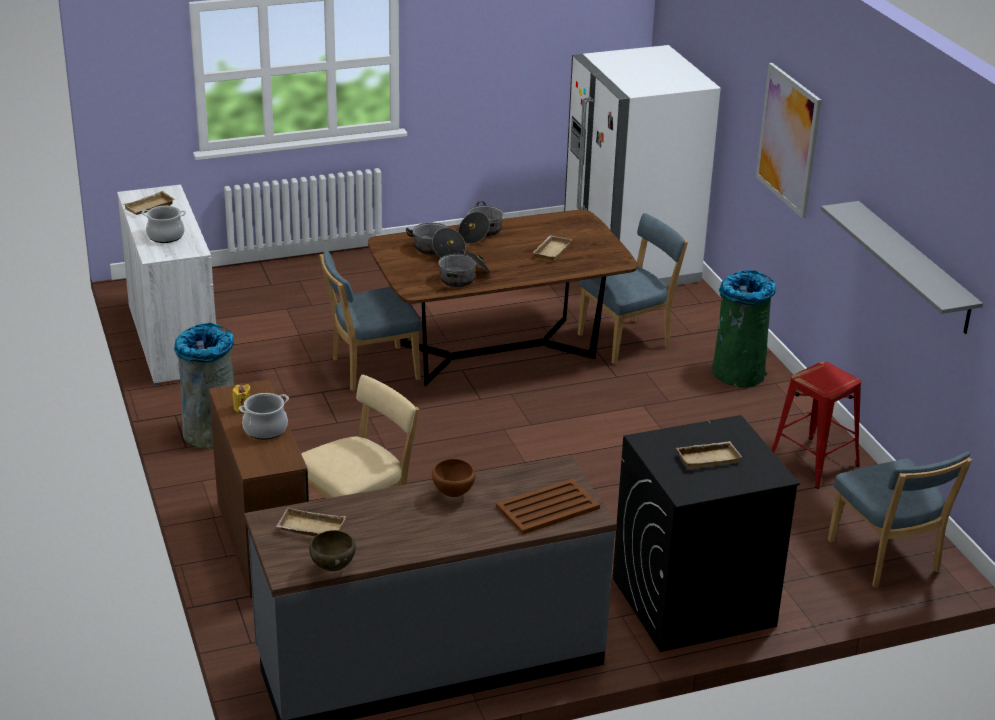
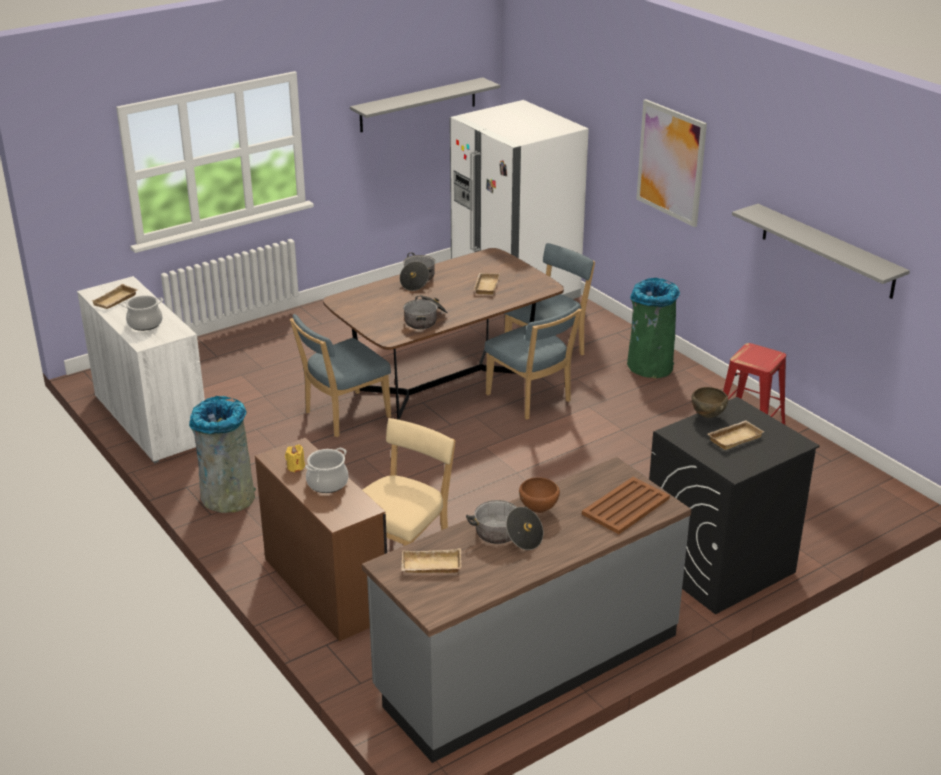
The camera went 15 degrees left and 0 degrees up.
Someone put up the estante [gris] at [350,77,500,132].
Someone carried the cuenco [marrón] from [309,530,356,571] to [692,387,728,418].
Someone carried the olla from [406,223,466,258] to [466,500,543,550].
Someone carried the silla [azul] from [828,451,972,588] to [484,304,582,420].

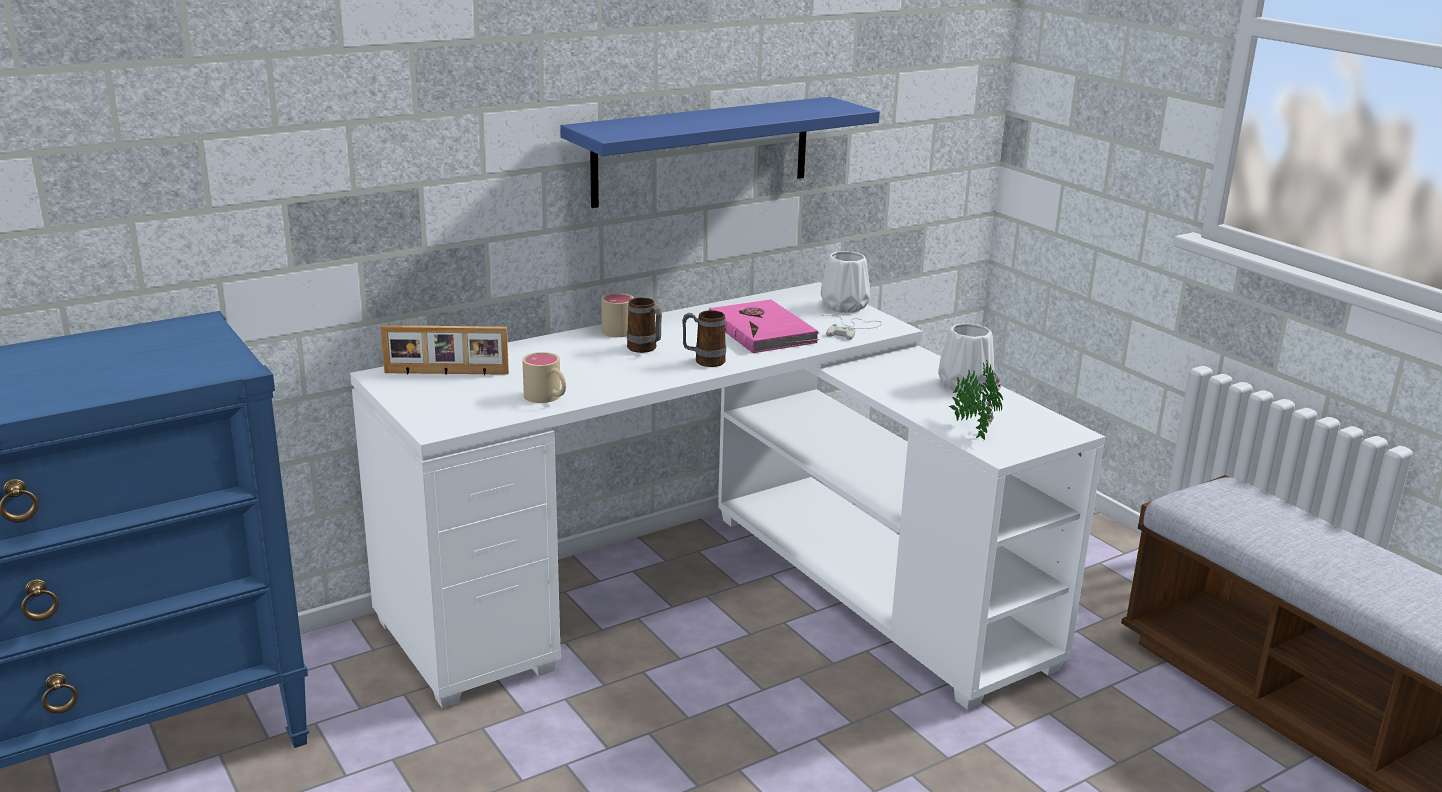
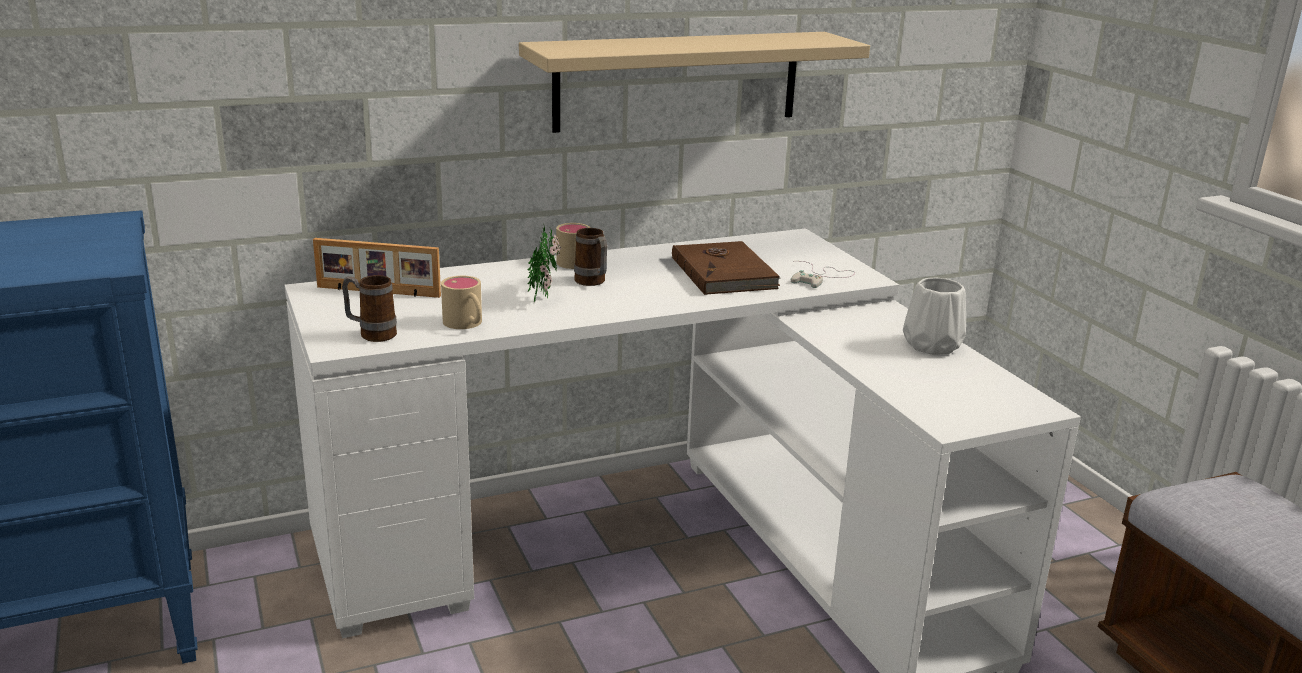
The camera went 10 degrees right and 0 degrees up.
Someone took away the florero [blanco] at [821,251,870,313].
Someone carried the taza grande from [682,310,726,367] to [342,275,397,342].
Someone carried the planta en maceta from [949,360,1003,440] to [527,226,561,303].
Someone repainted the estante [azul] at [560,97,880,208], which became the estante [beis] at [519,32,870,133].
Someone repainted the libro [rosa] at [709,299,819,354], which became the libro [marrón] at [672,241,781,295].

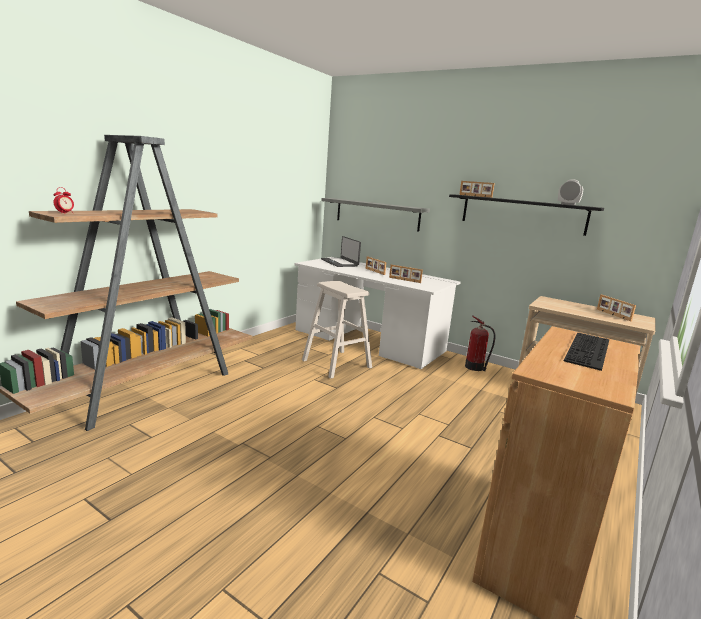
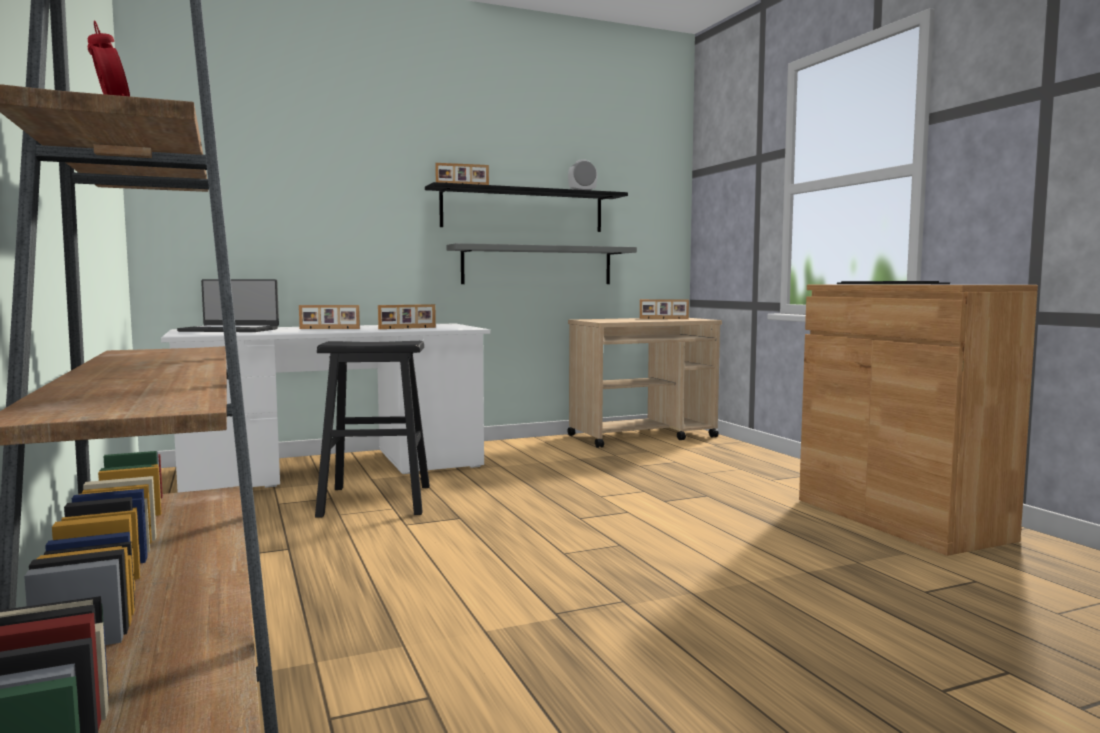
The camera went 55 degrees left and 10 degrees down.
Someone took away the extintor at [465,315,496,371].
Someone carried the estante [gris] from [321,198,430,232] to [446,243,637,284].
Someone repainted the taburete [beis] at [302,281,372,379], which became the taburete [negro] at [315,341,430,518].

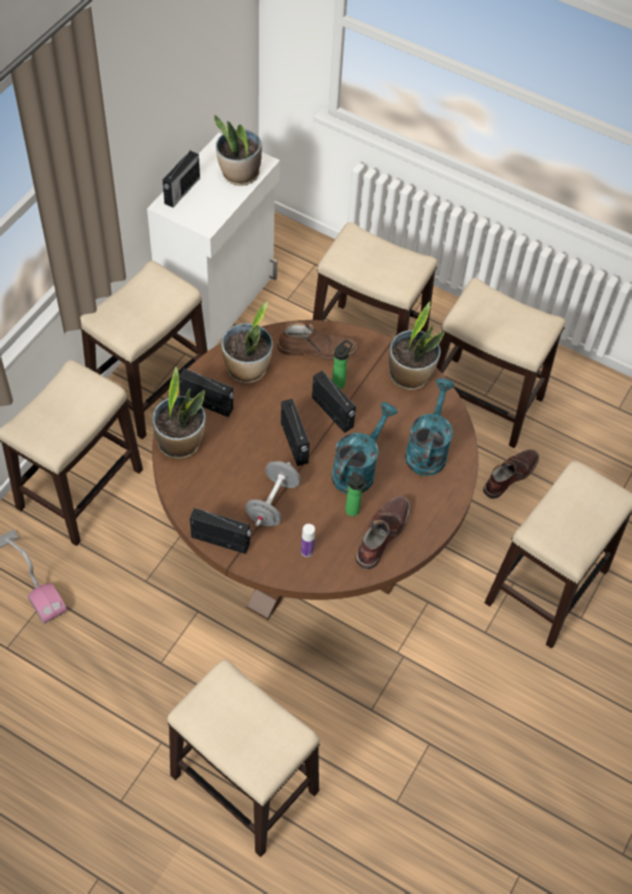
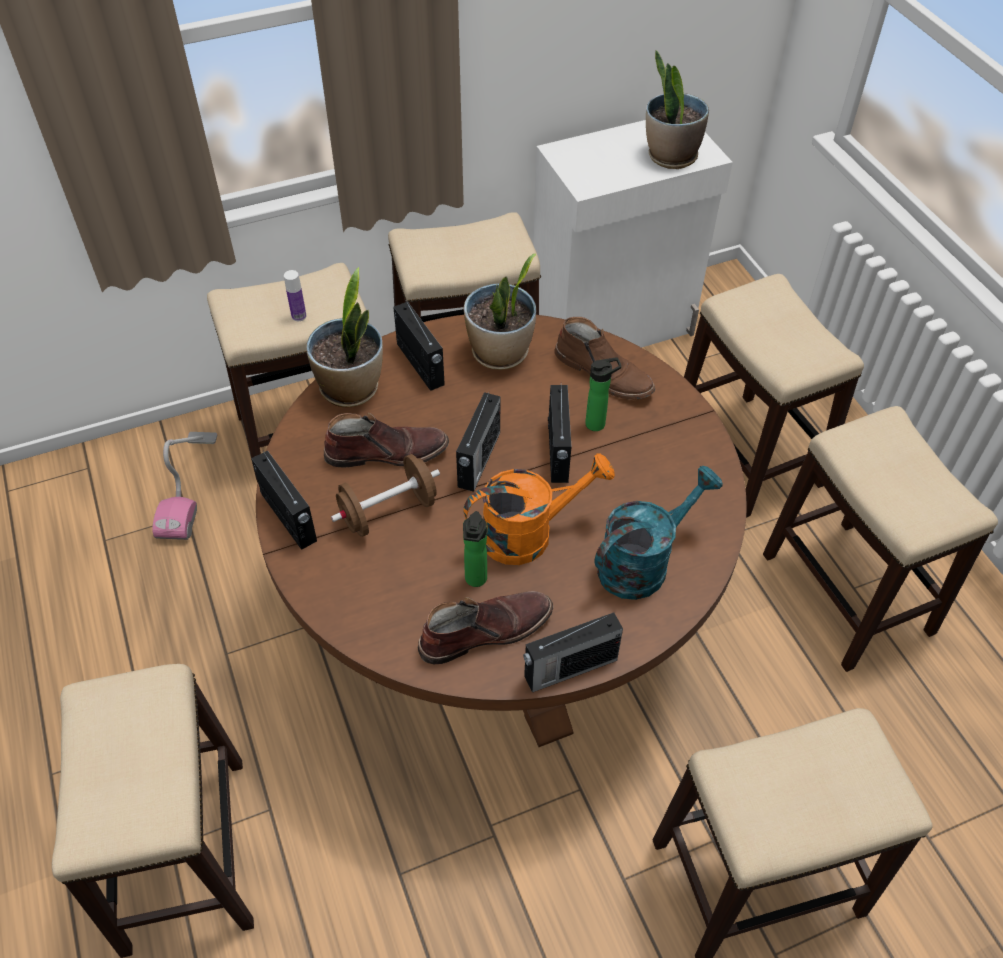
The camera went 40 degrees right and 5 degrees down.
Someone took away the planta en maceta at [389,301,444,390].
Someone carried the radio from [163,149,200,208] to [523,613,623,693].
Someone carried the botella from [301,524,315,557] to [284,270,307,321].
Someone carried the bota [marrón] from [483,449,539,499] to [324,413,449,467].
Someone repainted the mancuerna [gris] at [245,461,301,526], which became the mancuerna [marrón] at [331,454,440,537].
Someone repainted the regadera [turquesa] at [331,402,398,494], which became the regadera [naranja] at [464,453,615,565].

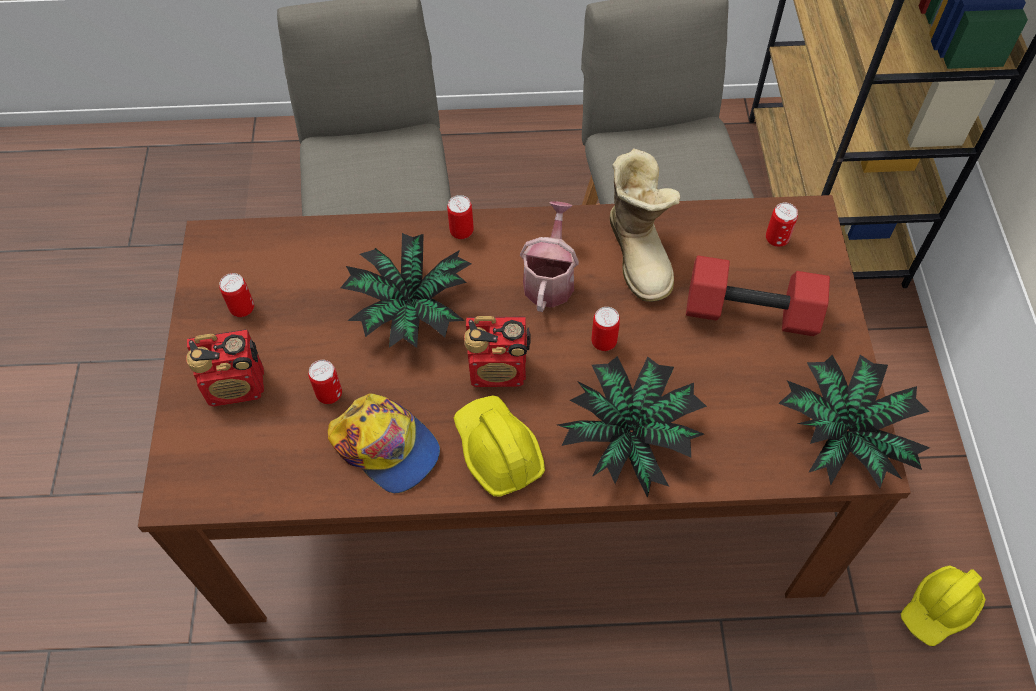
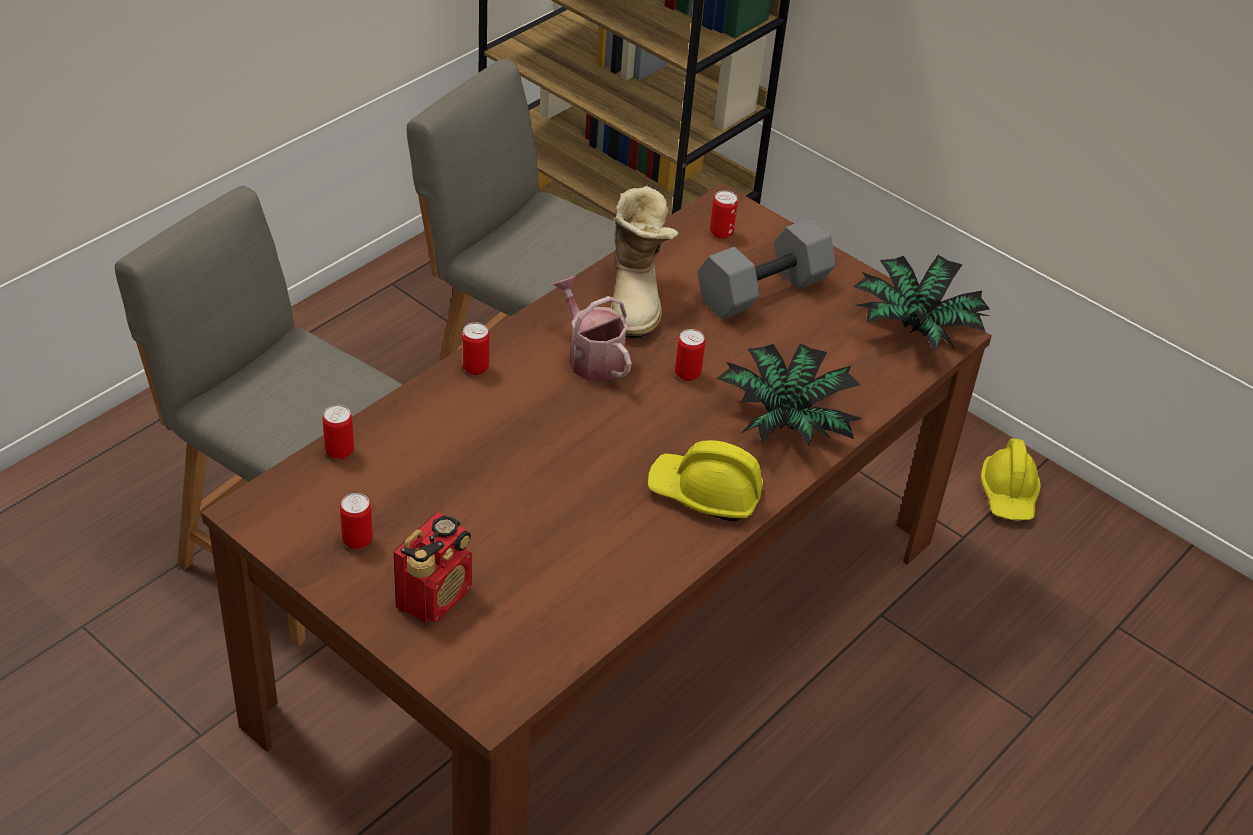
The camera went 50 degrees left and 15 degrees down.
Someone took away the gorra at [328,394,440,493].
Someone took away the planta en maceta at [341,233,472,348].
Someone took away the radio at [464,316,530,387].
Someone carried the lata from [308,360,342,404] to [323,405,354,460].
Someone repainted the mancuerna [rojo] at [686,255,830,336], which became the mancuerna [gris] at [697,218,836,320].
Someone rotated the bota at [610,149,680,302] by 60 degrees clockwise.

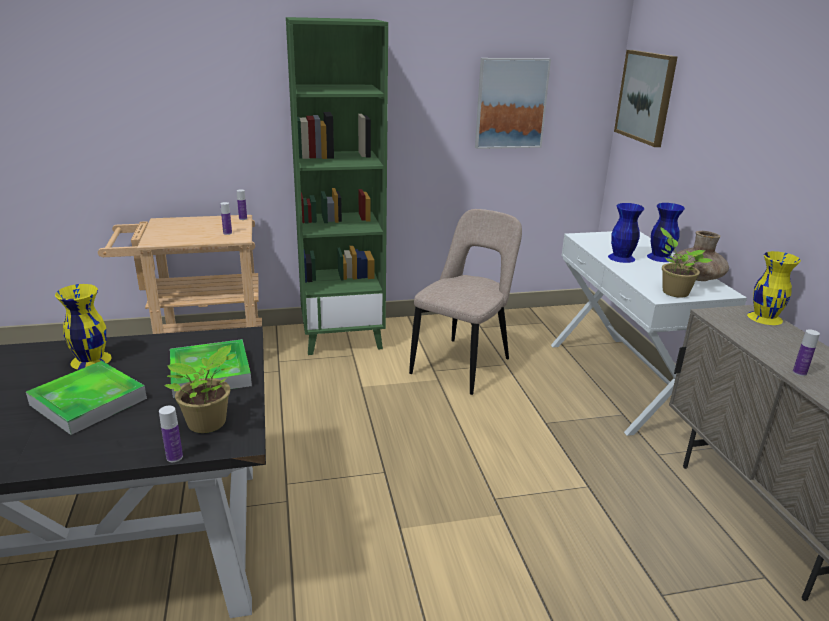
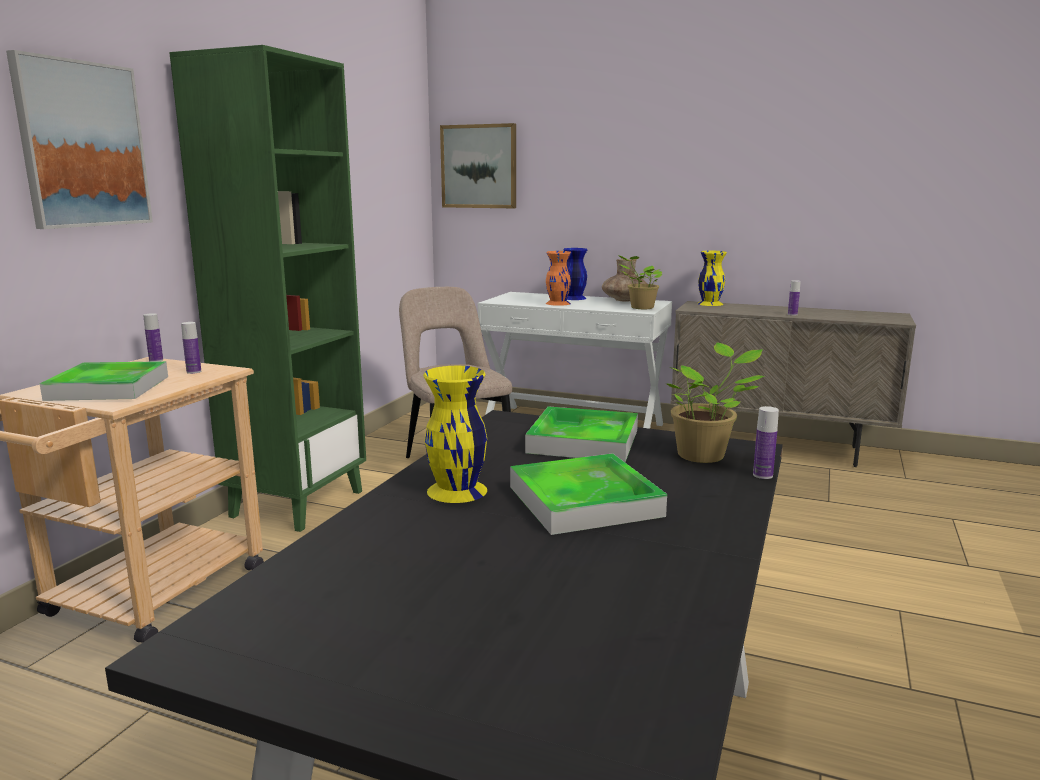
The camera went 55 degrees left and 10 degrees down.
Someone put down the bandeja at [39,361,168,401].
Someone carried the cuadro from [475,58,551,149] to [6,50,153,229].
Someone repainted the florero [azul] at [608,203,644,263], which became the florero [naranja] at [546,251,572,306].

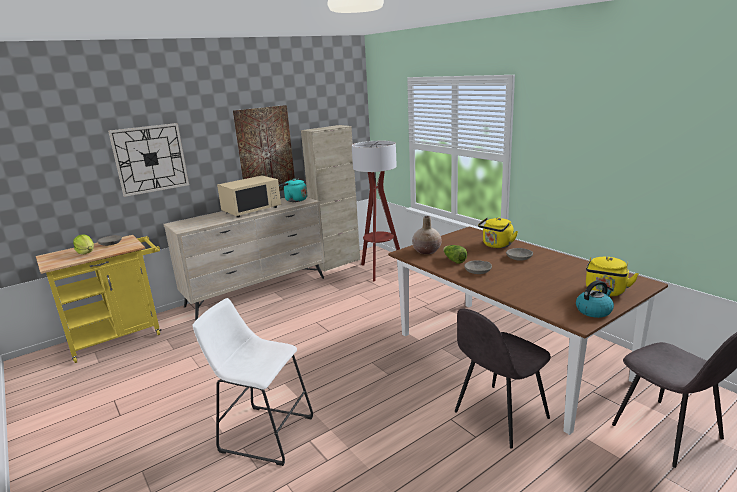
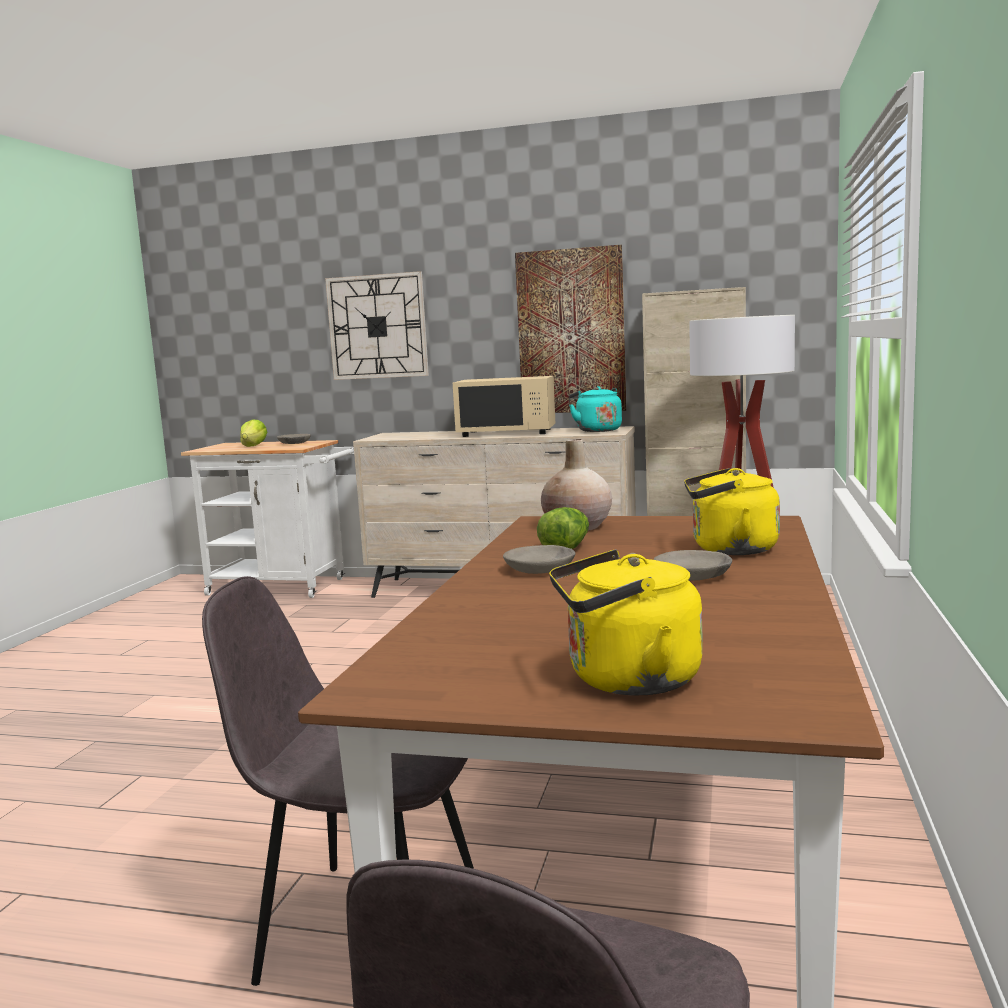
The camera went 50 degrees right and 10 degrees down.
Someone took away the taburete [blanco] at [193,298,313,466].
Someone took away the hervidor at [576,280,614,318].
Someone repainted the carrito [amarillo] at [36,235,161,363], which became the carrito [blanco] at [181,440,354,598].

